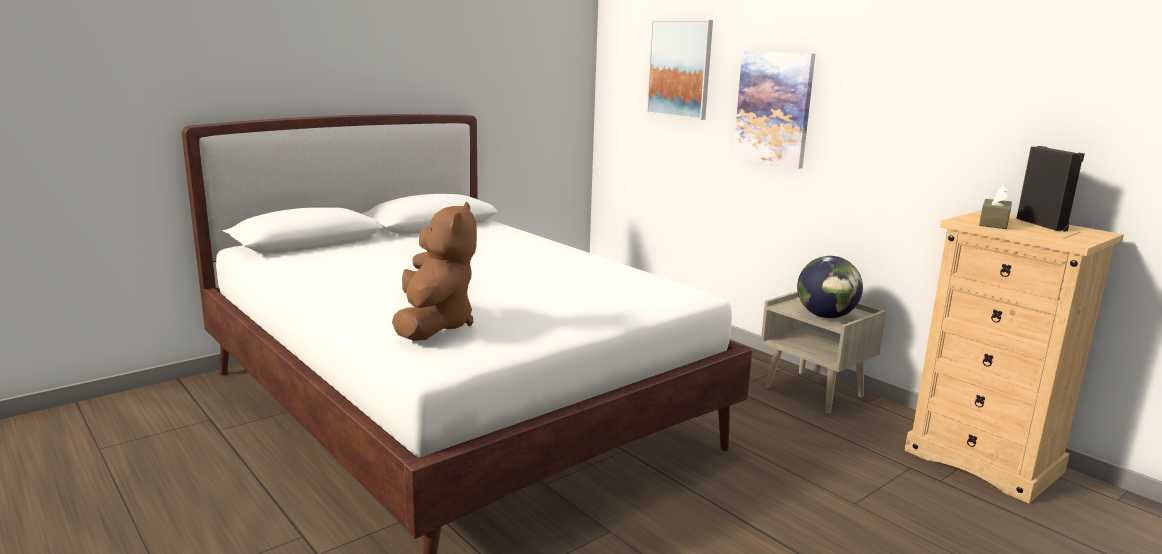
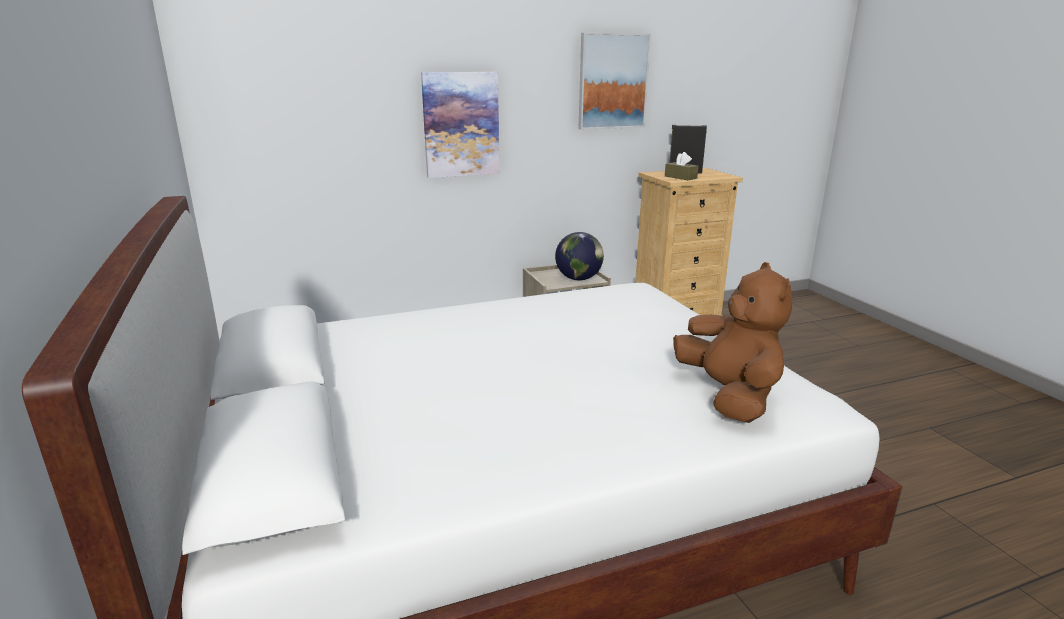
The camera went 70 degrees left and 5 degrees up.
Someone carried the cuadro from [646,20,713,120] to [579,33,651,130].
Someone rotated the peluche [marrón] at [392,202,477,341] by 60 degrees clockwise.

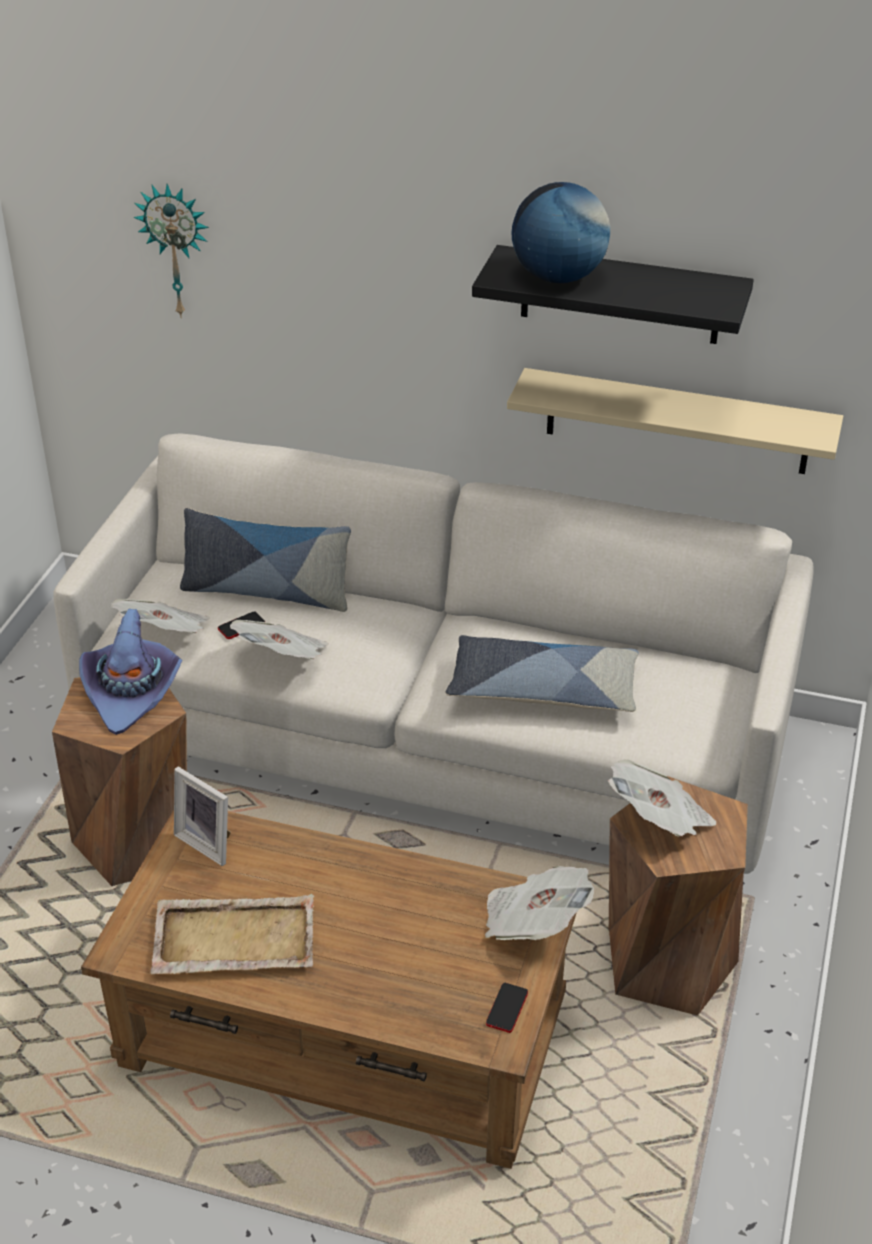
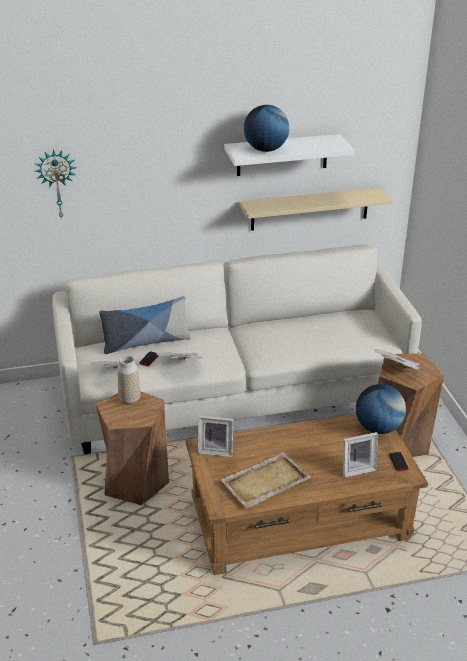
The camera went 30 degrees left and 5 degrees down.
Someone took away the cojín at [446,635,639,712].
Someone put down the portarretratos at [343,432,378,478].
Someone swapped the sombrero [morado] at [79,609,182,735] for the florero at [118,355,141,405].
Someone swapped the periódico at [485,866,594,940] for the globo terráqueo at [356,384,406,434].
Someone repainted the estante [negro] at [472,245,754,344], which became the estante [blanco] at [224,134,355,176].

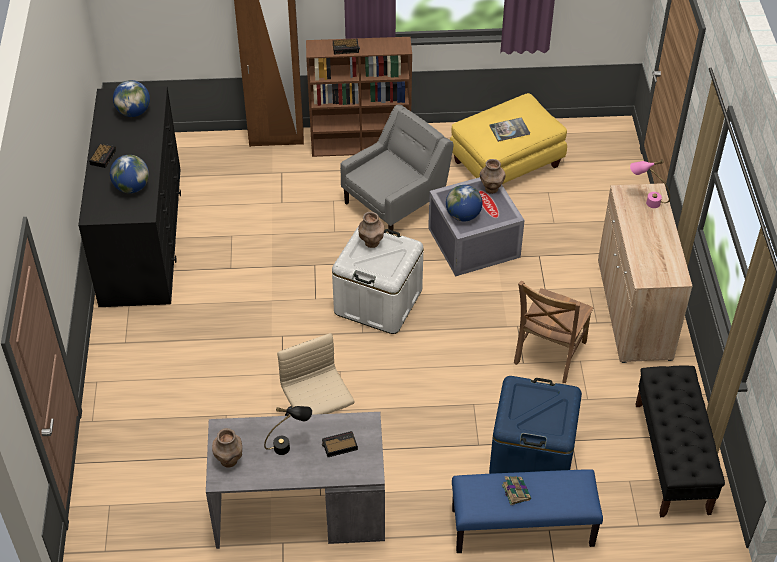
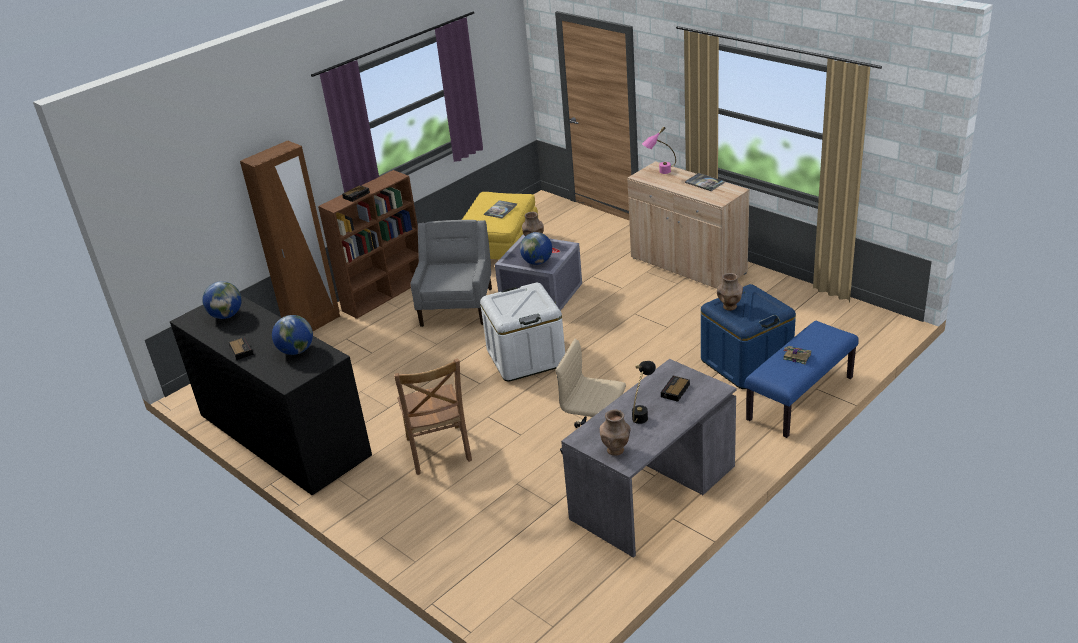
The camera went 40 degrees left and 15 degrees down.
Someone took away the banco [negro] at [635,366,725,517].
Someone put down the libro at [685,173,725,191].
Someone carried the florero [marrón] from [358,212,384,248] to [717,273,743,311].
Someone carried the silla [marrón] from [514,280,594,383] to [394,359,472,475].

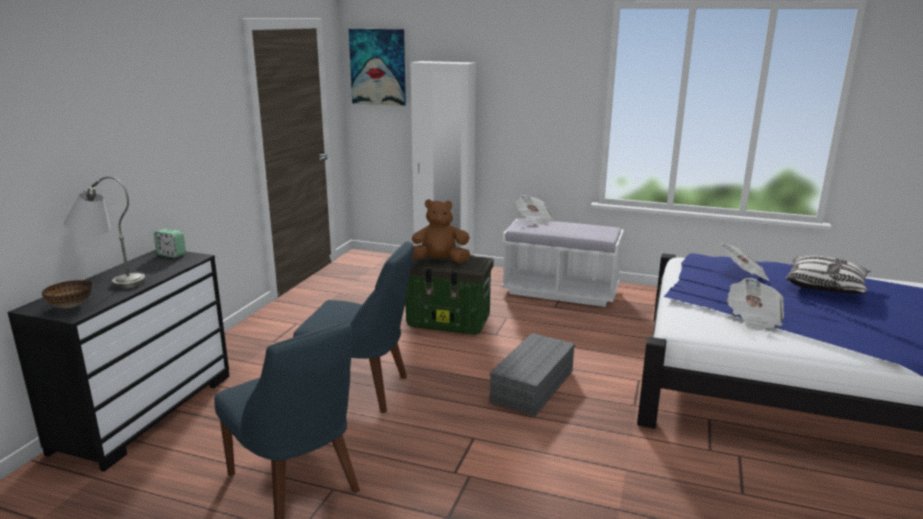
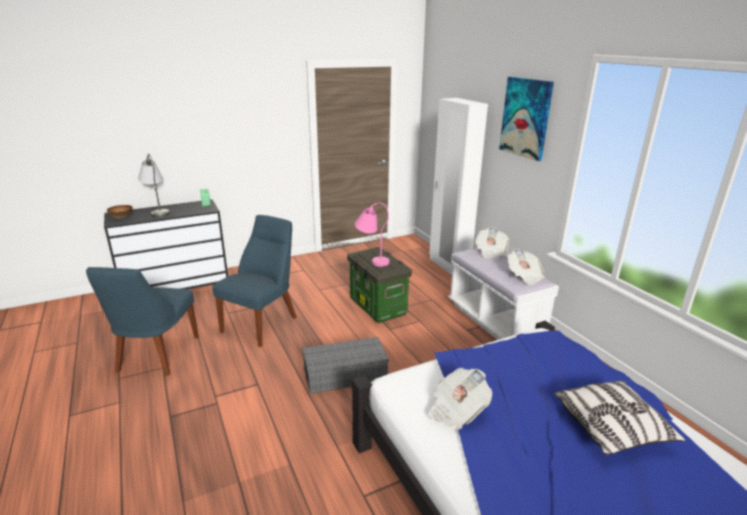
The camera went 45 degrees right and 5 degrees up.
Someone carried the cuadro from [349,29,406,106] to [499,77,554,161].
Someone carried the periódico from [721,243,769,280] to [508,249,545,285].
Someone swapped the peluche [marrón] at [412,199,470,263] for the lámpara de mesa [rosa] at [355,202,390,267].
Someone rotated the silla [azul] at [293,241,414,413] by 120 degrees counterclockwise.

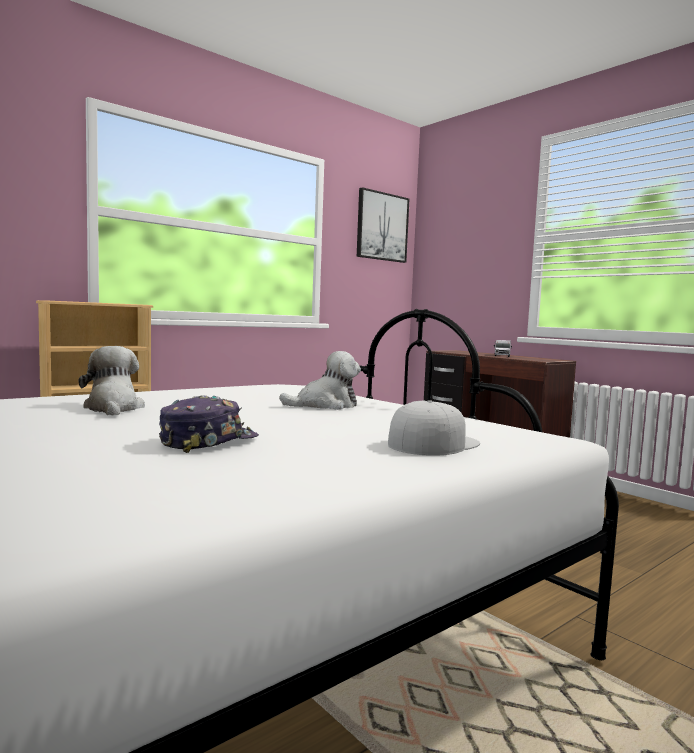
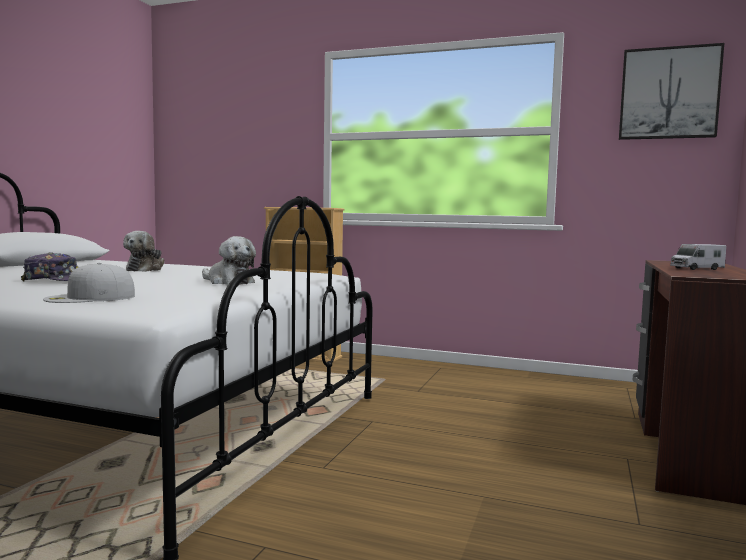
The camera went 60 degrees right and 0 degrees up.
Someone rotated the peluche at [78,346,145,416] by 150 degrees clockwise.
Someone rotated the gorra [blanco] at [388,400,480,456] by 135 degrees clockwise.

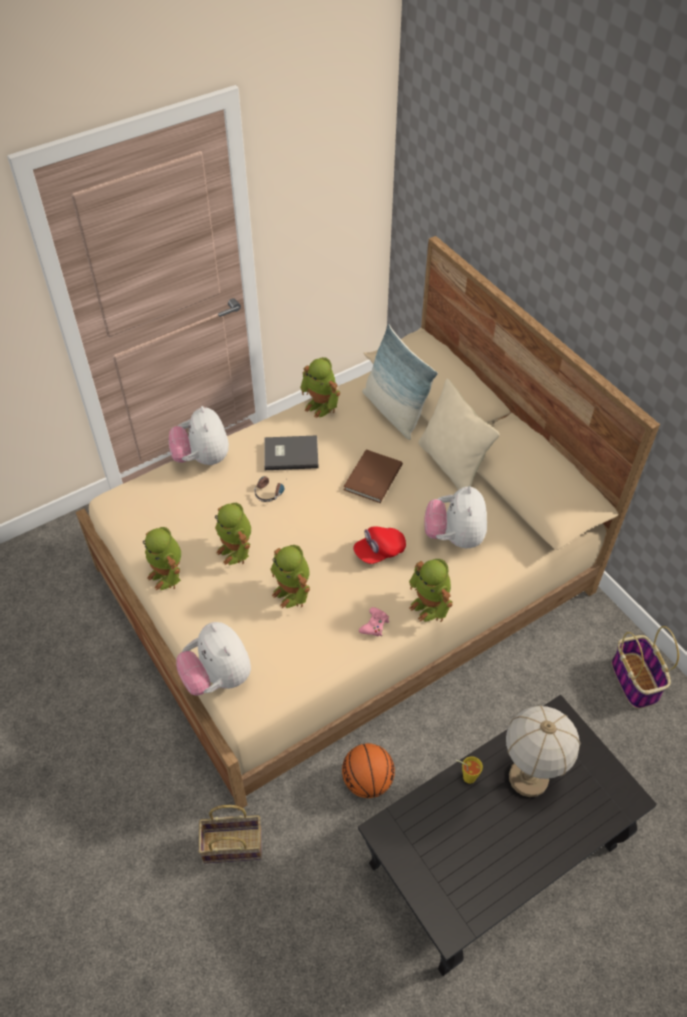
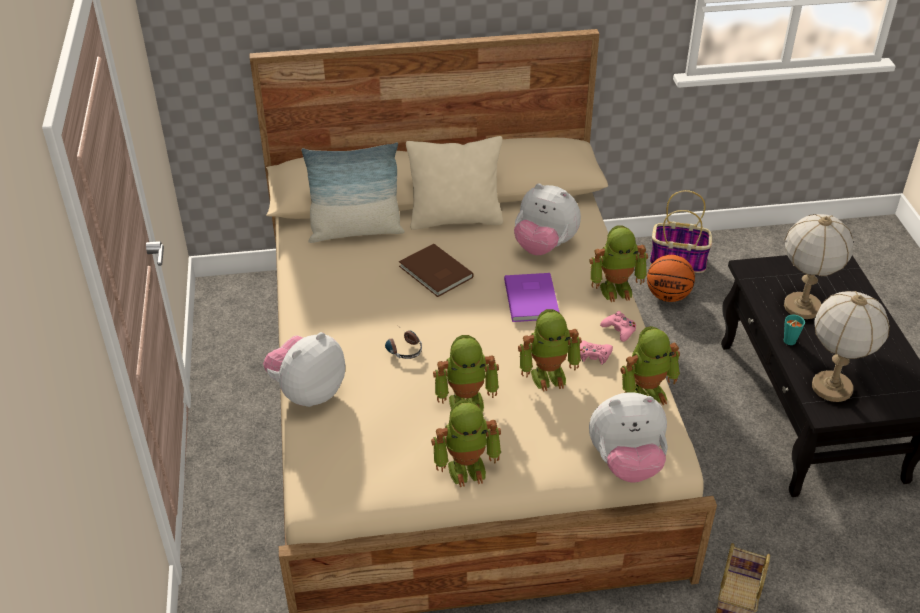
The camera went 65 degrees left and 10 degrees down.
Someone took away the libro [gris] at [264,435,319,470].
Someone put down the mando de consola [rosa] at [580,341,613,365].
Someone put down the lámpara de mesa at [812,291,890,402].
Someone carried the robot de juguete from [300,357,340,418] to [620,326,680,405].
Someone carried the balón de baloncesto from [342,743,395,798] to [647,255,695,302].
Someone swapped the gorra [rojo] at [353,526,406,564] for the libro [morado] at [504,273,560,322].
Someone repainted the taza [amarillo] at [456,756,483,784], which became the taza [turquesa] at [784,315,805,345].
Someone rotated the peluche at [169,406,229,465] by 120 degrees clockwise.

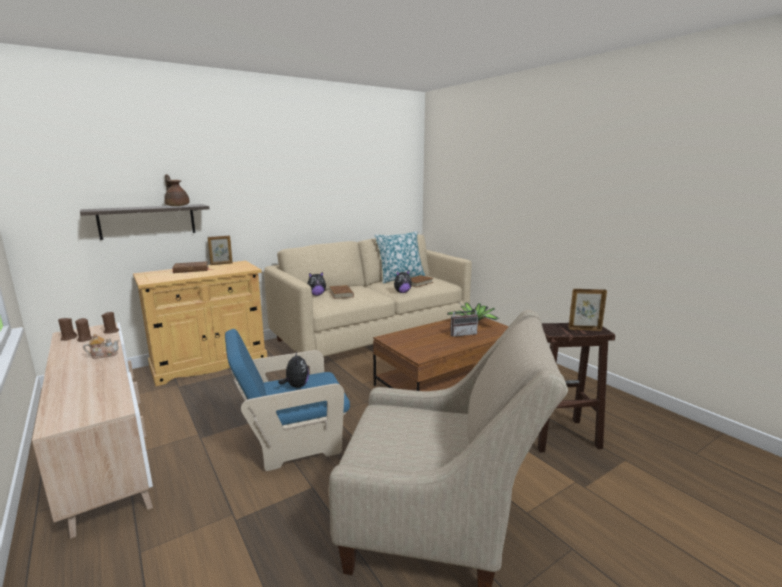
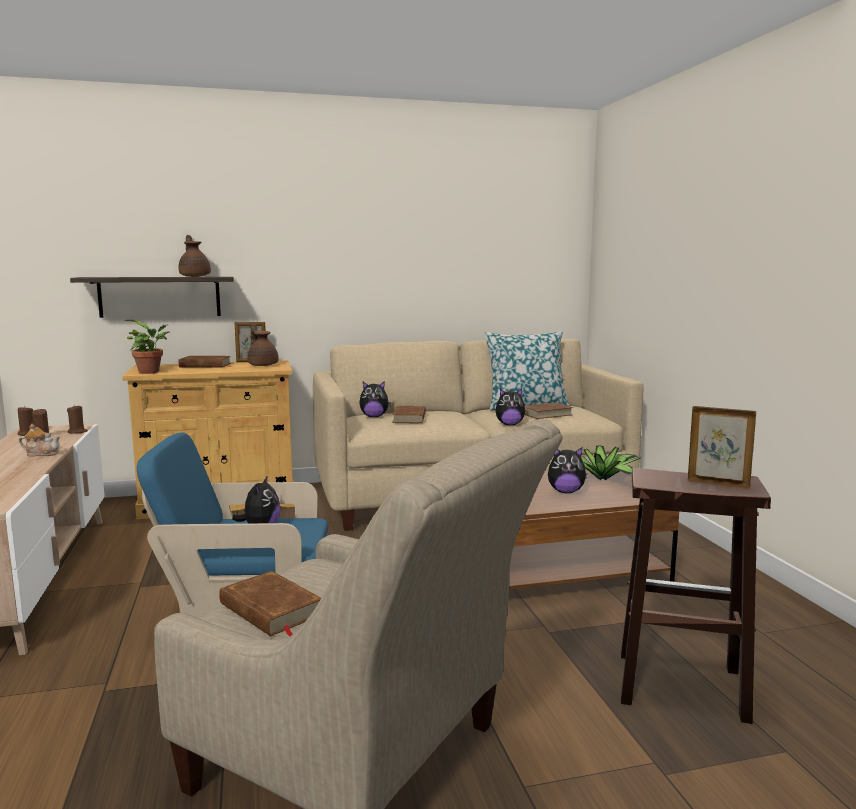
The camera went 20 degrees right and 5 degrees down.
Someone put down the planta en maceta at [125,320,170,374].
Someone put down the libro [marrón] at [219,571,321,637].
Someone put down the tetera [marrón] at [247,323,279,366].
Someone swapped the radio at [450,303,478,337] for the peluche at [548,447,588,493].

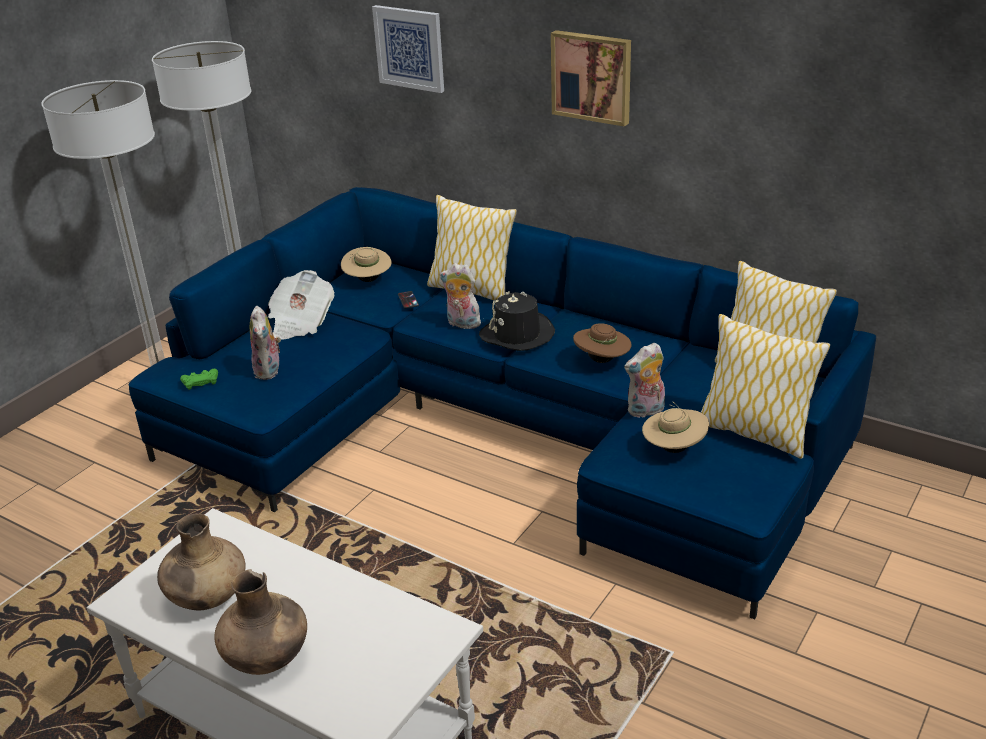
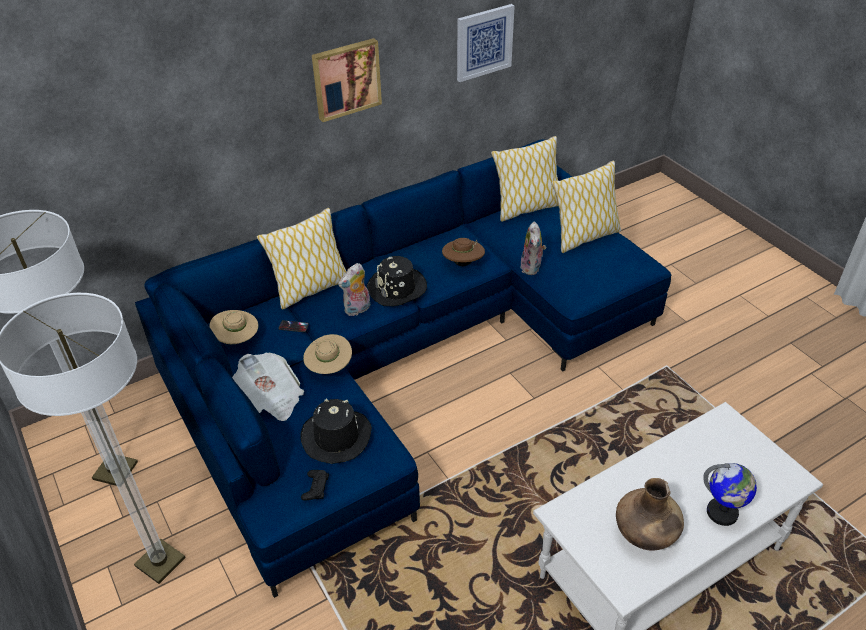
The camera went 65 degrees left and 10 degrees up.
Someone carried the cuadro from [372,5,444,93] to [457,4,515,82].
Someone carried the sombrero [beis] from [642,402,709,453] to [303,334,352,374].
Someone swapped the florero [marrón] at [214,569,307,675] for the globo terráqueo at [703,463,757,526].
Someone swapped the peluche at [250,306,281,380] for the sombrero [negro] at [300,398,372,464].
Someone repainted the mando de consola [verde] at [180,369,218,390], which became the mando de consola [negro] at [301,470,329,501].

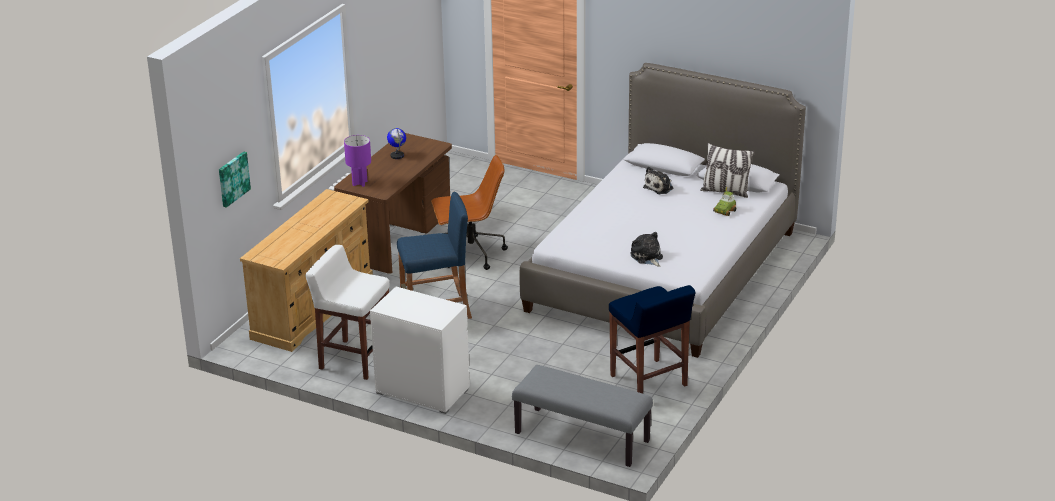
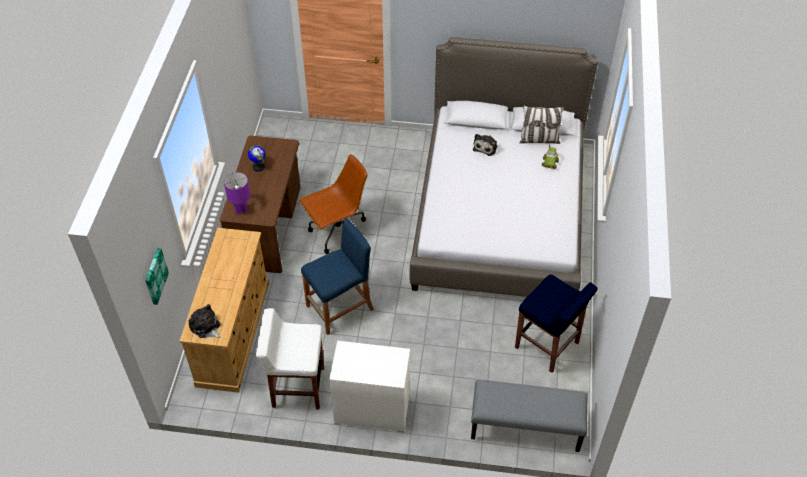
The camera went 20 degrees left and 20 degrees up.
Someone carried the peluche from [631,232,663,267] to [189,304,221,338].

